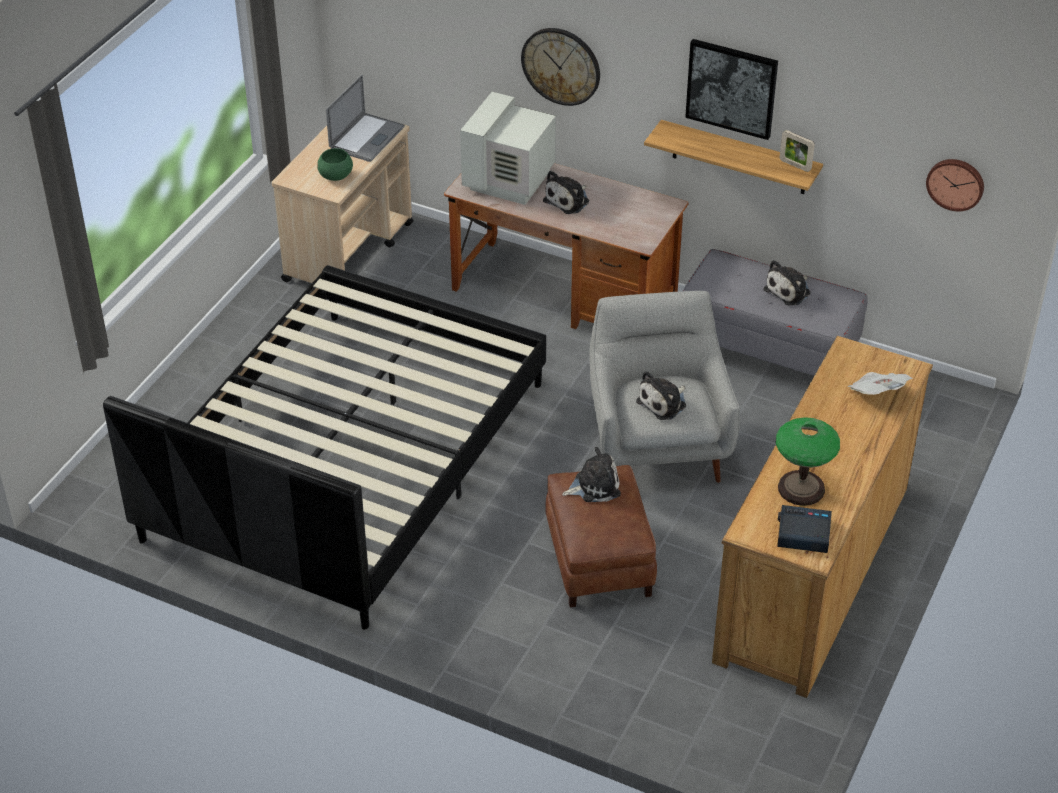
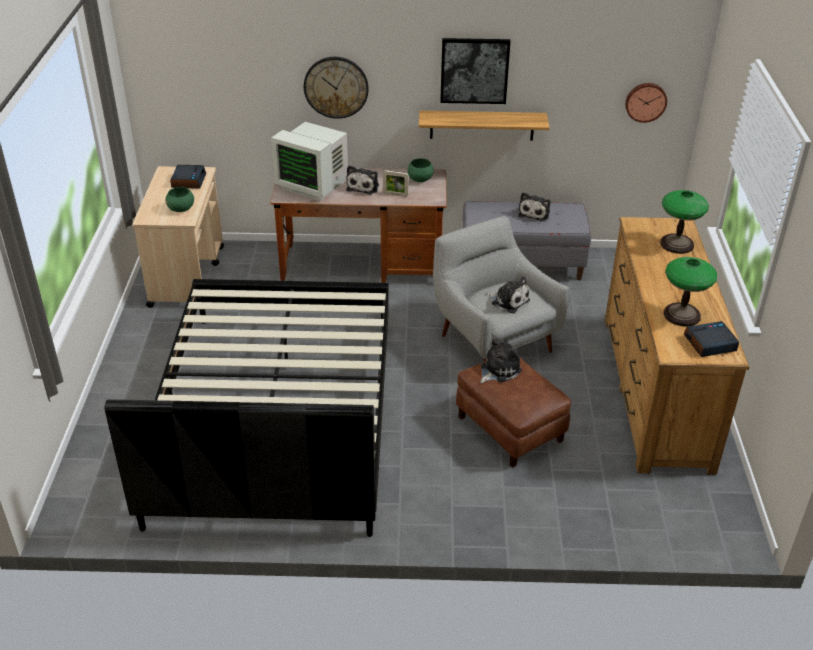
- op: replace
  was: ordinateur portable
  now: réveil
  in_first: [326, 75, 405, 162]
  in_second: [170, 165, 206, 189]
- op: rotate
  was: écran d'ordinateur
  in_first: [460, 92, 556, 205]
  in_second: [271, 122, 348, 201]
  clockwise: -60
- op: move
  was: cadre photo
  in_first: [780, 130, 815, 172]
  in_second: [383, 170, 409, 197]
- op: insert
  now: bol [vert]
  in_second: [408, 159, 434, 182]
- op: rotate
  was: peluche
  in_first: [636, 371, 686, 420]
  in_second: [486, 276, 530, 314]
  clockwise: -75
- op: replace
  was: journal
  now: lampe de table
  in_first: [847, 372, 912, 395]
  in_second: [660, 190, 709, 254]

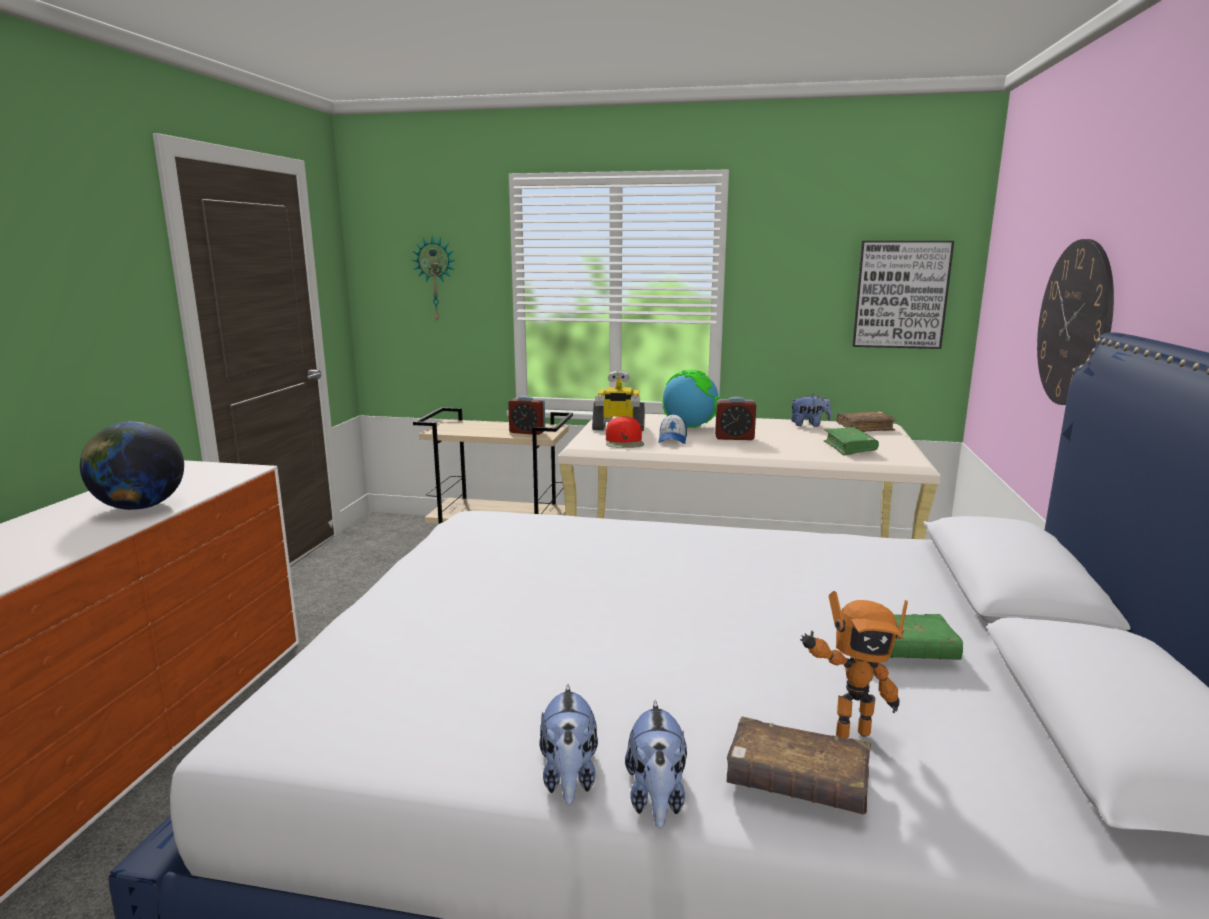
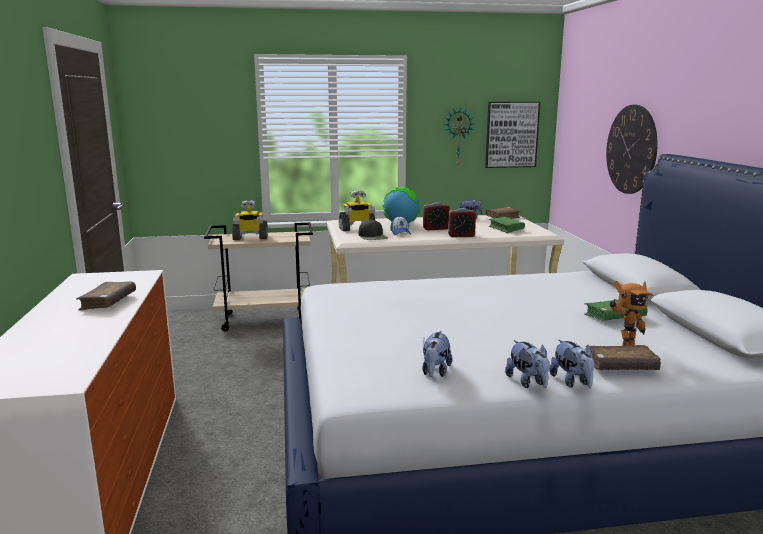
- op: replace
  was: globe
  now: livre [marron]
  in_first: [80, 422, 184, 510]
  in_second: [76, 281, 136, 310]
- op: insert
  now: robot jouet
  in_second: [232, 200, 268, 240]
- op: recolor
  was: casquette [rouge]
  now: casquette [noir]
  in_first: [606, 416, 644, 448]
  in_second: [359, 219, 388, 240]
- op: insert
  now: peluche
  in_second: [422, 331, 453, 377]
- op: move
  was: horloge murale
  in_first: [412, 236, 456, 323]
  in_second: [444, 108, 474, 165]
- op: move
  was: réveil
  in_first: [508, 396, 545, 435]
  in_second: [448, 208, 476, 237]

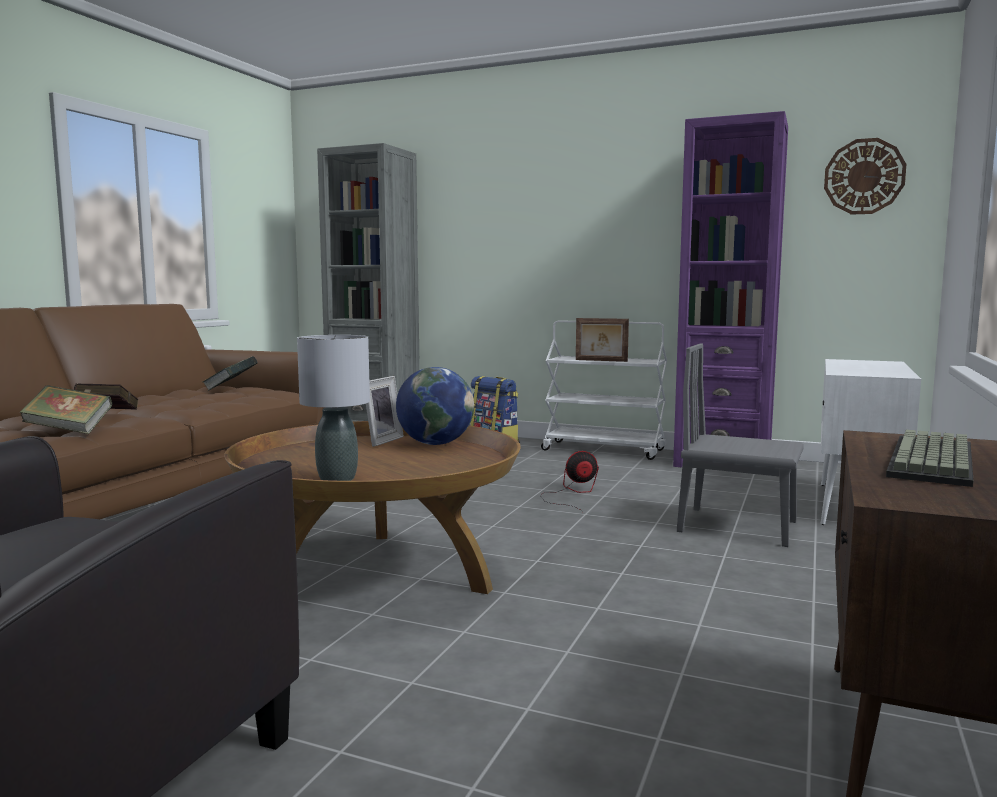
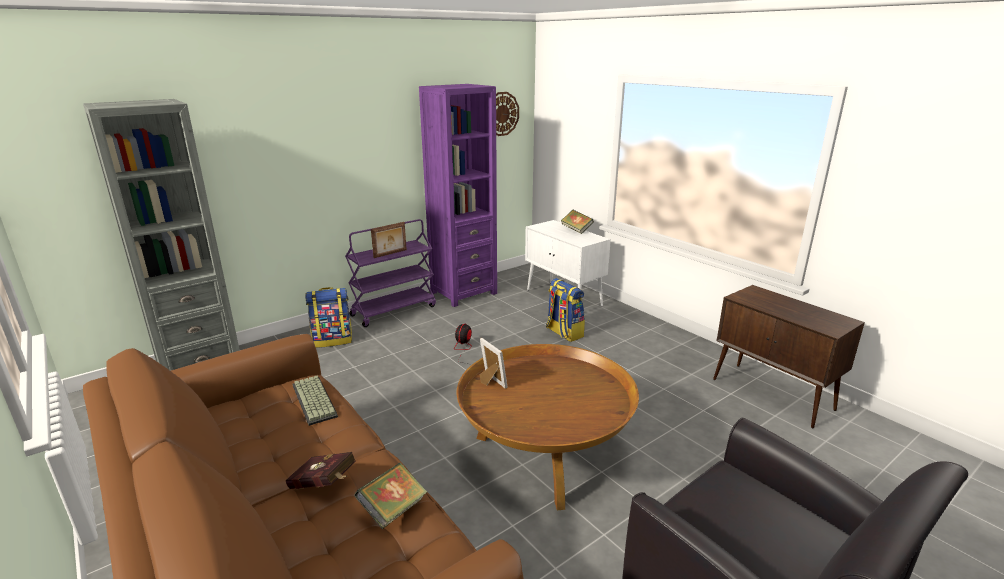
- op: move
  was: clavier
  in_first: [886, 430, 974, 487]
  in_second: [292, 375, 338, 426]
- op: recolor
  was: chariot [blanc]
  now: chariot [violet]
  in_first: [541, 320, 667, 460]
  in_second: [345, 219, 436, 327]
- op: replace
  was: chaise [gris]
  now: sac à dos
  in_first: [677, 343, 804, 547]
  in_second: [546, 278, 585, 342]
- op: move
  was: livre
  in_first: [202, 356, 258, 391]
  in_second: [561, 210, 594, 234]
- op: delete
  was: lampe de table [gris]
  in_first: [297, 335, 370, 481]
- op: delete
  was: globe
  in_first: [396, 367, 474, 445]

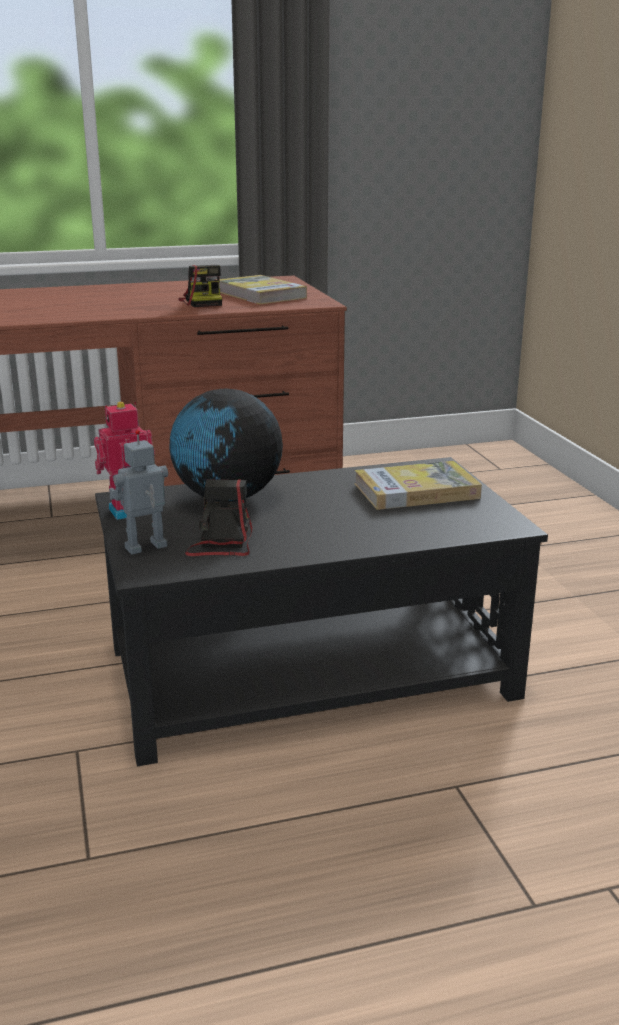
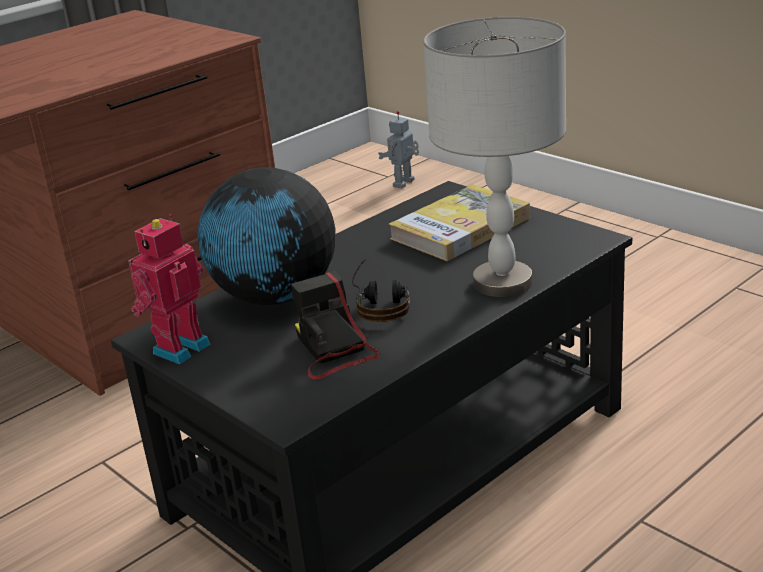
- op: insert
  now: casque audio
  in_second: [352, 259, 410, 322]
- op: move
  was: robot jouet
  in_first: [109, 430, 168, 555]
  in_second: [378, 111, 419, 189]
- op: insert
  now: lampe de table [gris]
  in_second: [423, 17, 566, 297]
- op: delete
  was: appareil photo
  in_first: [178, 265, 222, 307]
- op: delete
  was: livre
  in_first: [219, 275, 307, 304]

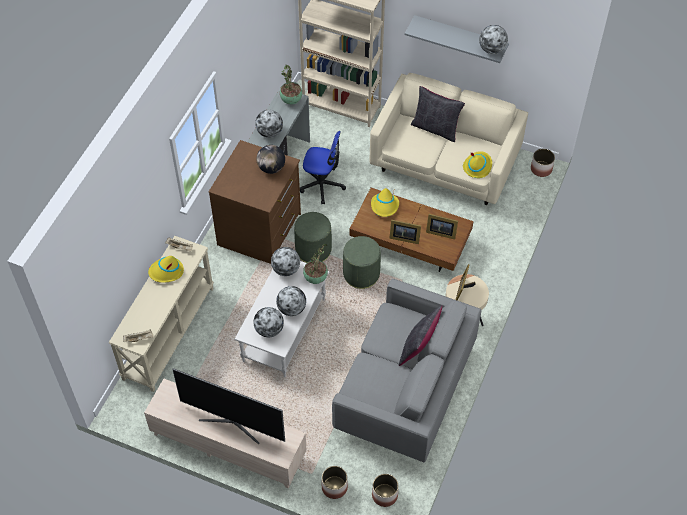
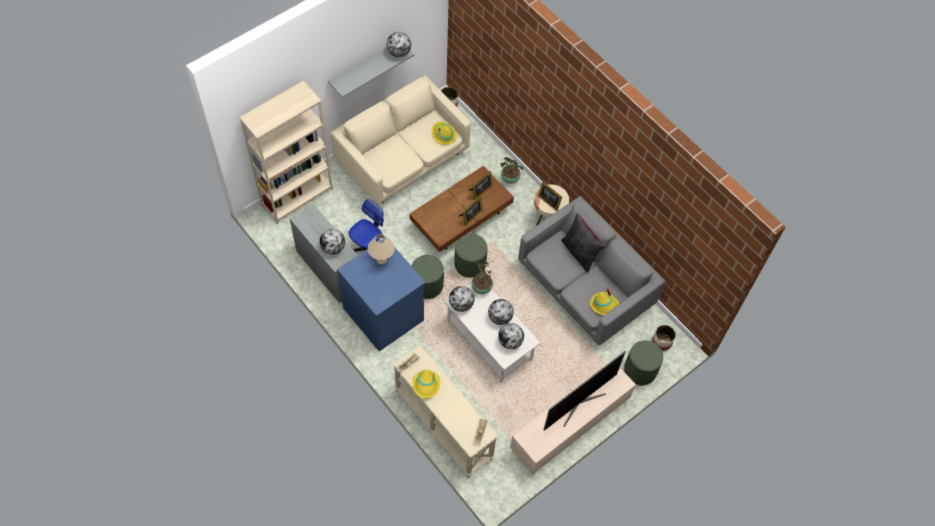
- op: recolor
  was: commode [marron]
  now: commode [bleu]
  in_first: [209, 140, 301, 264]
  in_second: [337, 238, 426, 351]
- op: replace
  was: globe
  now: lampe de table [beige]
  in_first: [256, 145, 285, 174]
  in_second: [368, 234, 395, 265]
- op: move
  was: plante en pot
  in_first: [280, 65, 302, 104]
  in_second: [500, 157, 523, 184]
- op: move
  was: chapeau [jaune]
  in_first: [371, 188, 399, 217]
  in_second: [590, 288, 619, 315]
- op: replace
  was: cache-pot
  now: pouf [vert]
  in_first: [322, 466, 348, 499]
  in_second: [624, 341, 663, 386]
- op: delete
  was: coussin [noir]
  in_first: [411, 86, 465, 142]

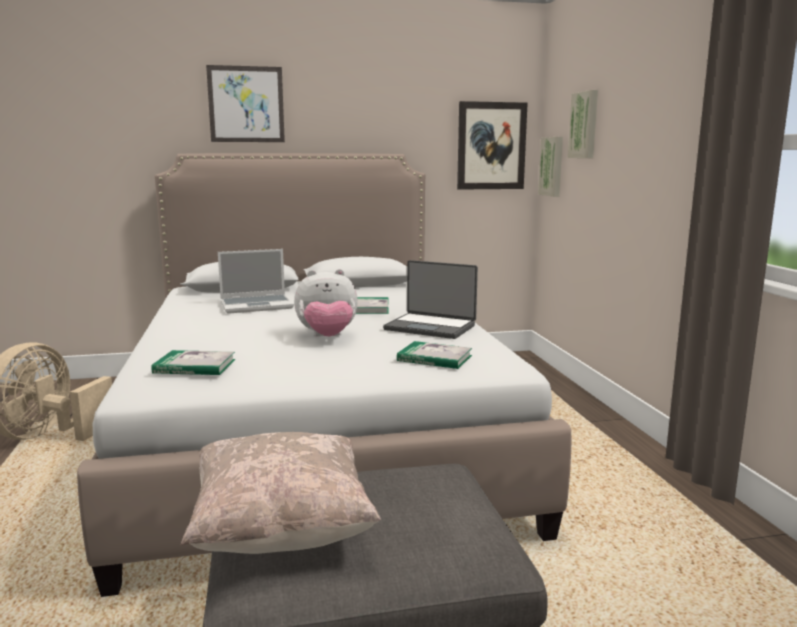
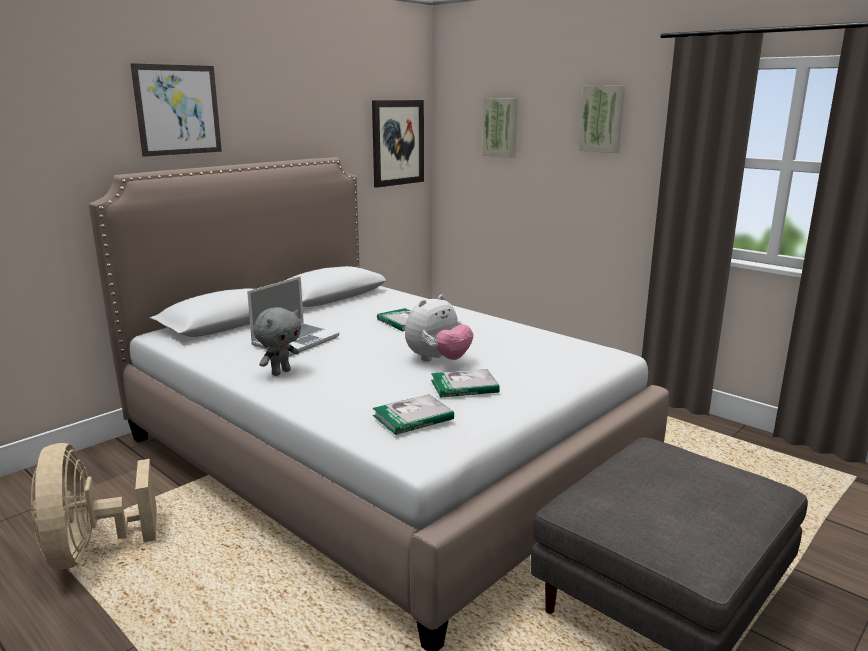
- op: insert
  now: peluche [gris]
  in_second: [253, 307, 301, 376]
- op: move
  was: livre
  in_first: [397, 341, 472, 369]
  in_second: [431, 369, 500, 398]
- op: move
  was: tableau
  in_first: [538, 137, 563, 197]
  in_second: [579, 86, 625, 153]
- op: delete
  was: coussin [beige]
  in_first: [181, 432, 381, 554]
- op: delete
  was: ordinateur portable
  in_first: [383, 260, 478, 339]

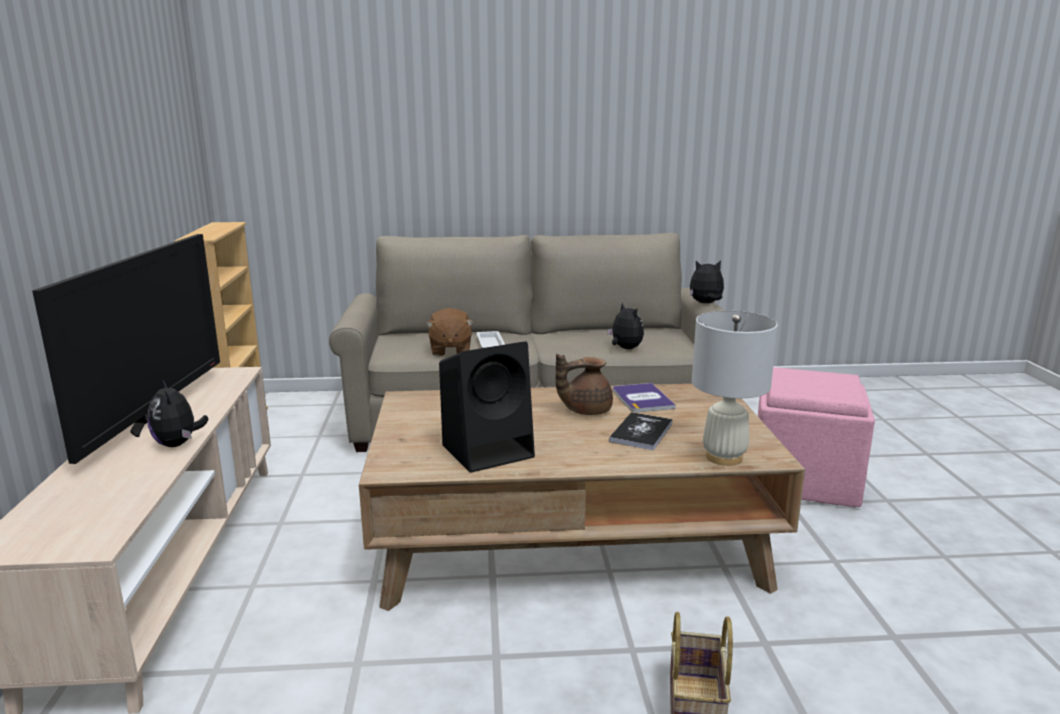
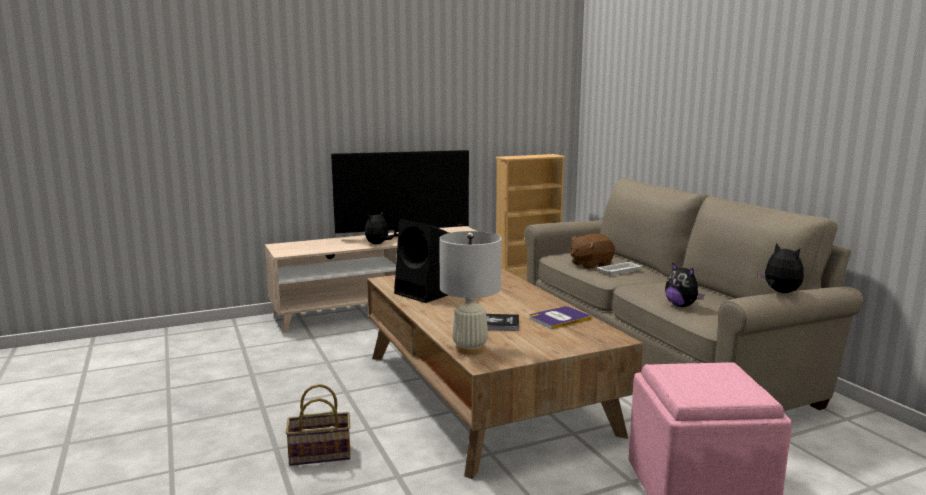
- op: rotate
  was: peluche
  in_first: [608, 302, 644, 349]
  in_second: [665, 263, 704, 307]
  clockwise: 105
- op: delete
  was: théière [marron]
  in_first: [556, 354, 613, 415]

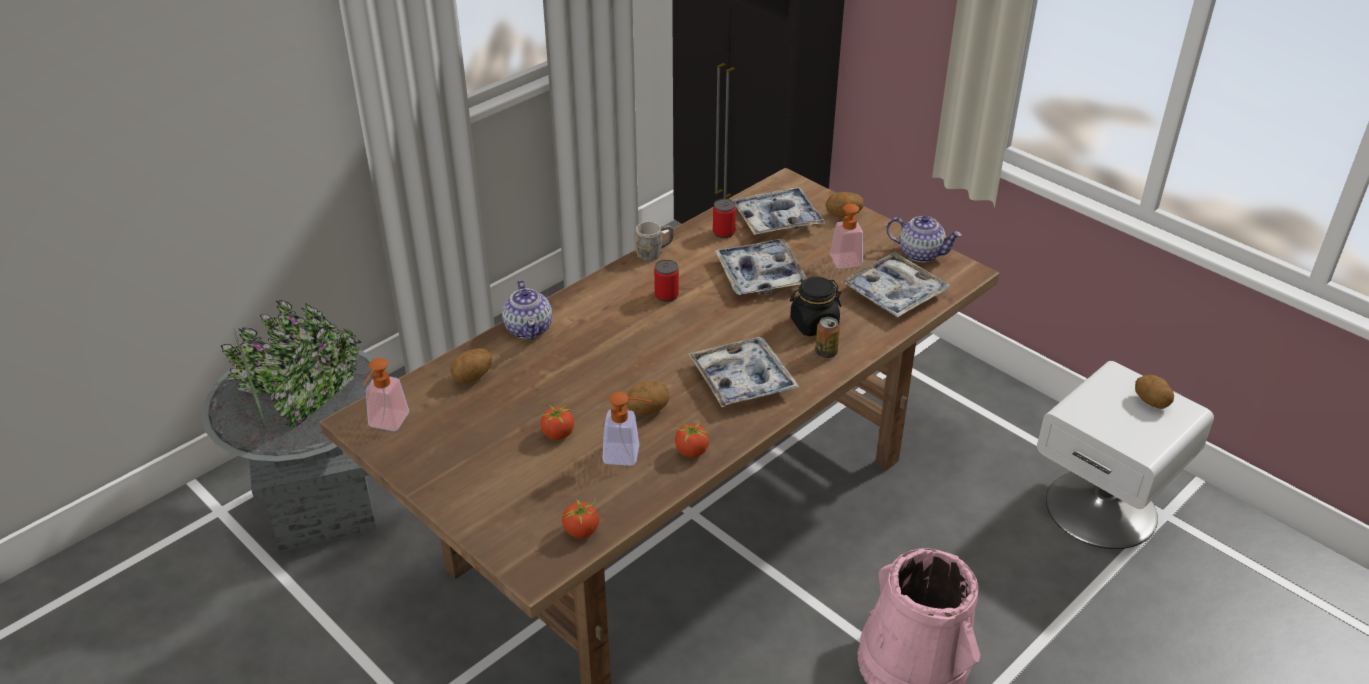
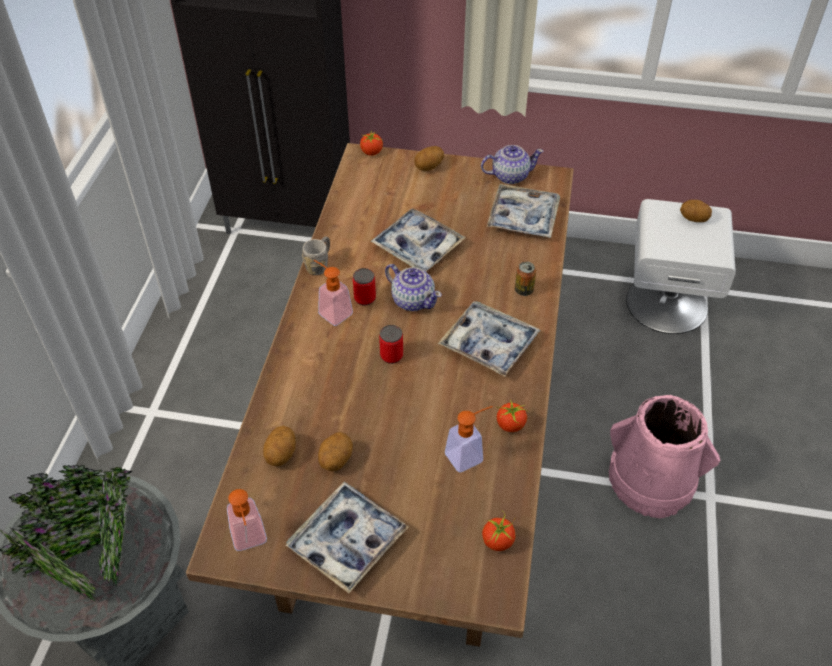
- op: move
  was: plateau
  in_first: [733, 187, 825, 235]
  in_second: [286, 482, 408, 593]
- op: move
  was: distributeur de savon
  in_first: [830, 195, 863, 269]
  in_second: [314, 260, 353, 326]
- op: move
  was: pomme de terre
  in_first: [626, 381, 670, 416]
  in_second: [318, 432, 353, 471]
- op: move
  was: tomate
  in_first: [538, 404, 574, 440]
  in_second: [360, 130, 383, 156]
- op: move
  was: boîte métallique
  in_first: [713, 199, 736, 238]
  in_second: [379, 325, 403, 364]
- op: move
  was: théière
  in_first: [502, 280, 552, 340]
  in_second: [385, 264, 442, 311]
- op: delete
  was: bocal [noir]
  in_first: [790, 277, 841, 336]

